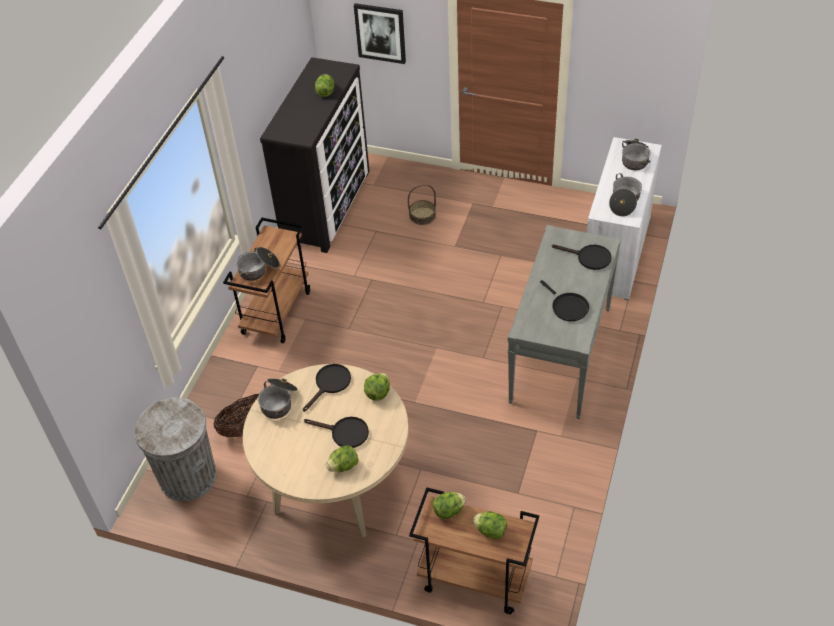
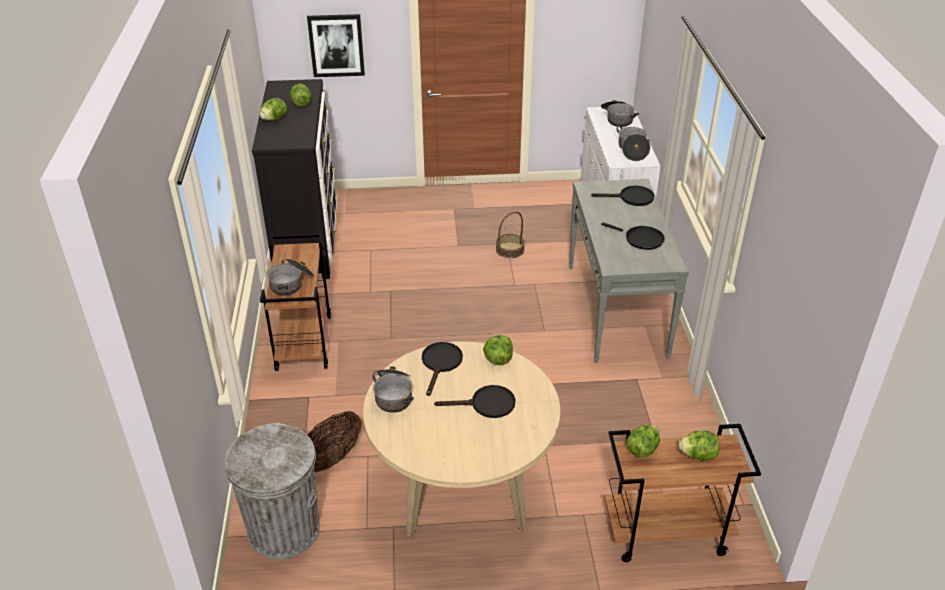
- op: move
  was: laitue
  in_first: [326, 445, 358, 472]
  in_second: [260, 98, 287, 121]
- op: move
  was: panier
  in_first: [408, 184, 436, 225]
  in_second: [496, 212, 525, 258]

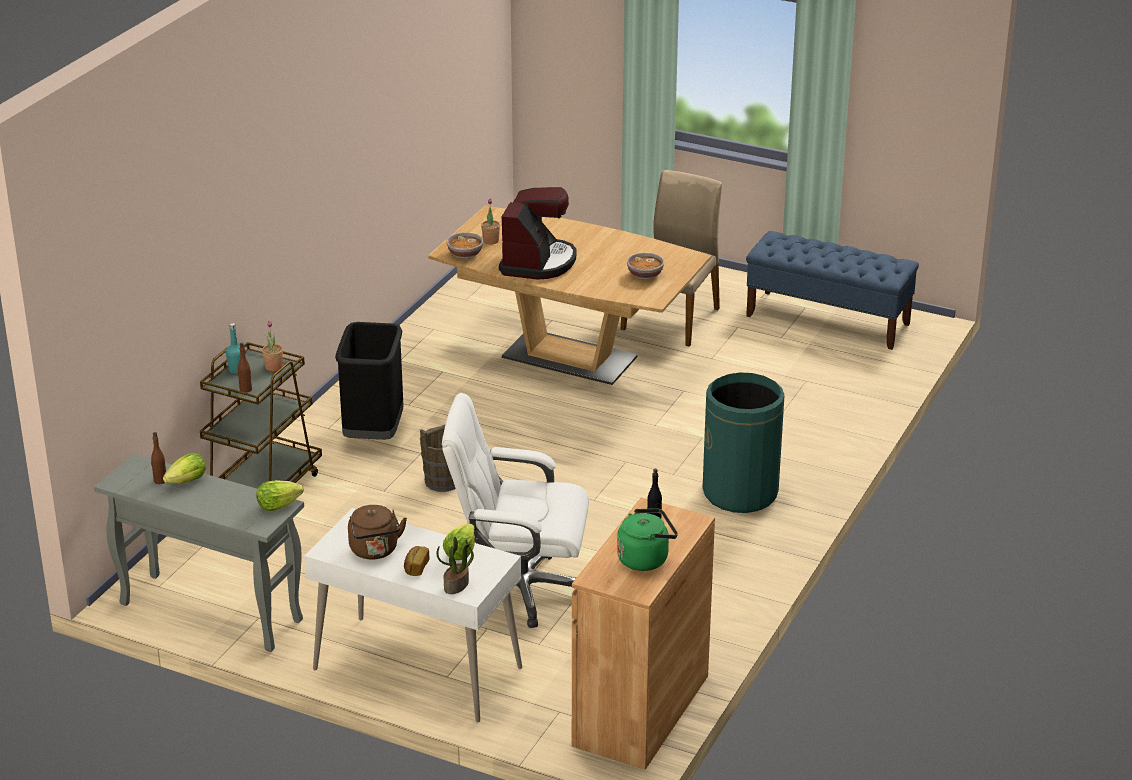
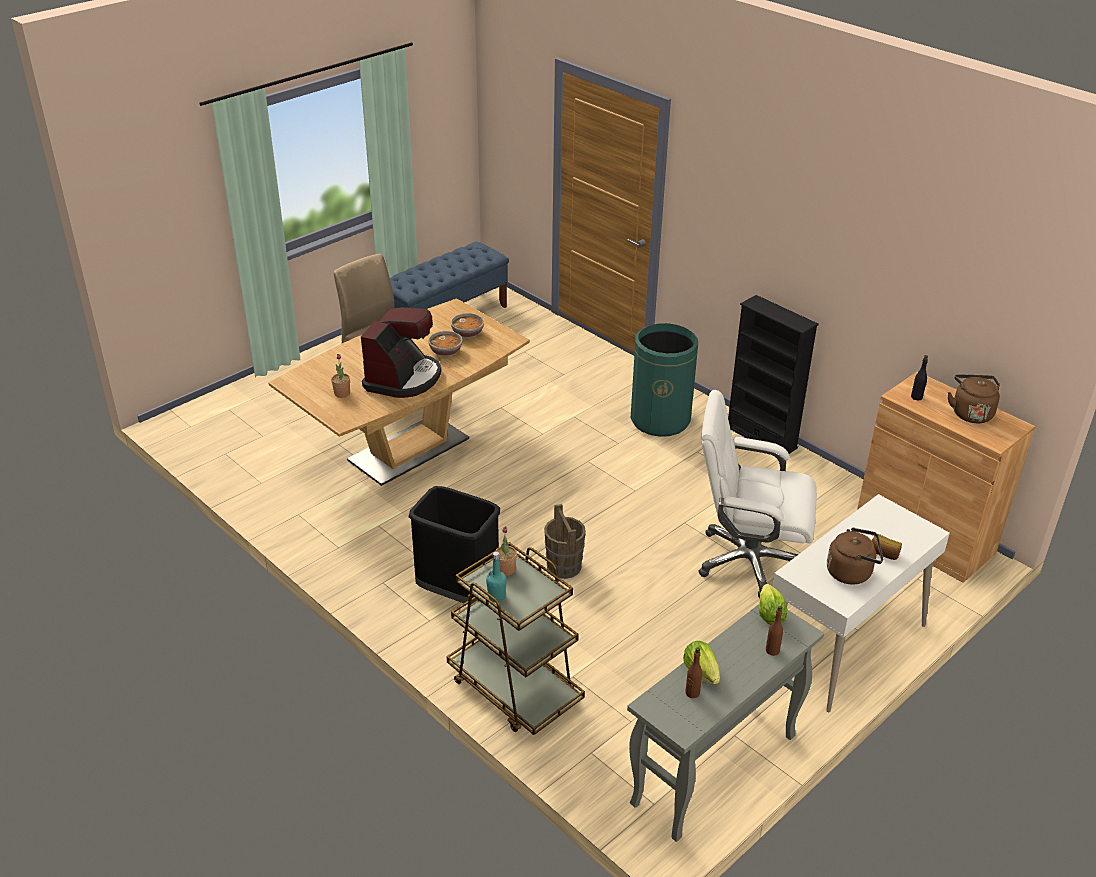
- op: rotate
  was: machine à café
  in_first: [499, 187, 576, 280]
  in_second: [361, 307, 441, 398]
  clockwise: 75
- op: move
  was: bol
  in_first: [447, 232, 483, 259]
  in_second: [428, 331, 463, 357]
- op: rotate
  was: chaise de bureau [blanc]
  in_first: [442, 393, 589, 628]
  in_second: [698, 390, 817, 599]
  clockwise: 75
- op: insert
  now: bibliothèque [noir]
  in_second: [728, 295, 819, 454]
- op: move
  was: bouteille [marron]
  in_first: [238, 343, 252, 393]
  in_second: [766, 606, 783, 656]
- op: recolor
  was: bouilloire [vert]
  now: bouilloire [marron]
  in_first: [617, 509, 678, 571]
  in_second: [948, 374, 1000, 423]
- op: delete
  was: plante en pot
  in_first: [436, 537, 474, 594]
- op: delete
  was: laitue
  in_first: [443, 524, 475, 560]

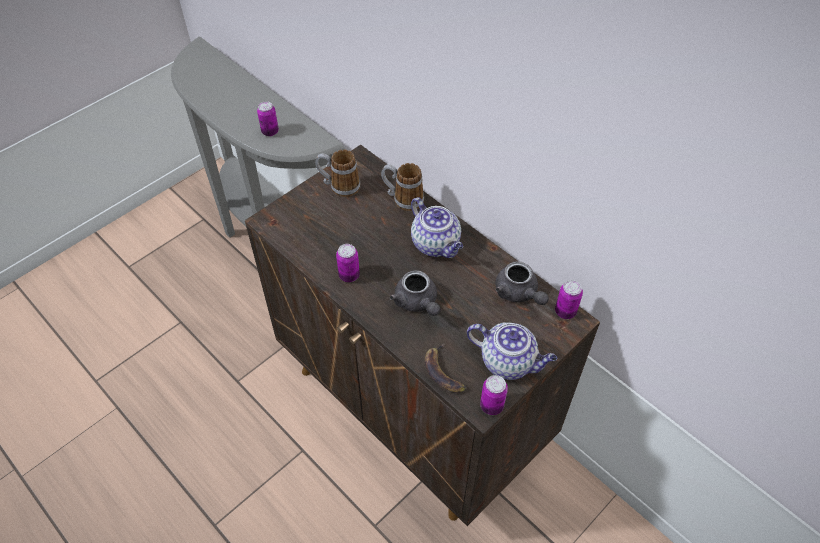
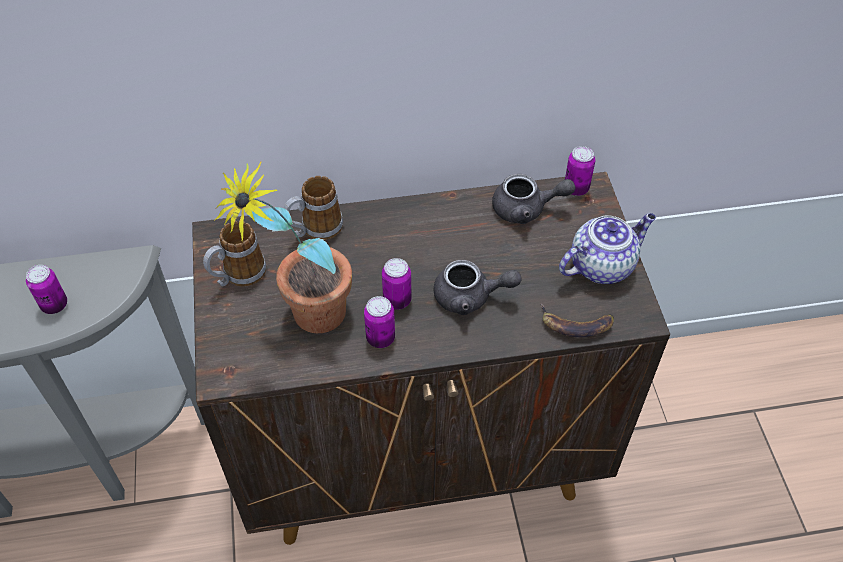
- op: insert
  now: plante en pot
  in_second: [215, 162, 352, 333]
- op: move
  was: boîte métallique
  in_first: [480, 375, 508, 415]
  in_second: [382, 258, 411, 310]
- op: delete
  was: théière
  in_first: [411, 197, 463, 258]

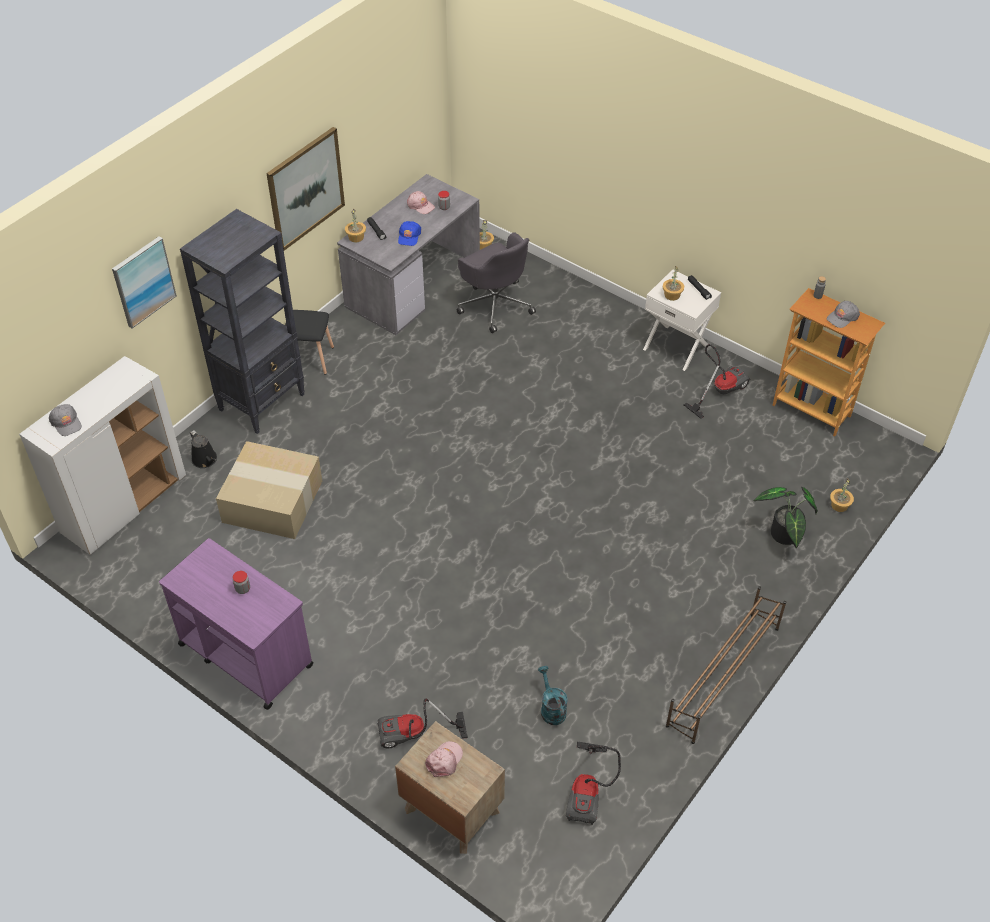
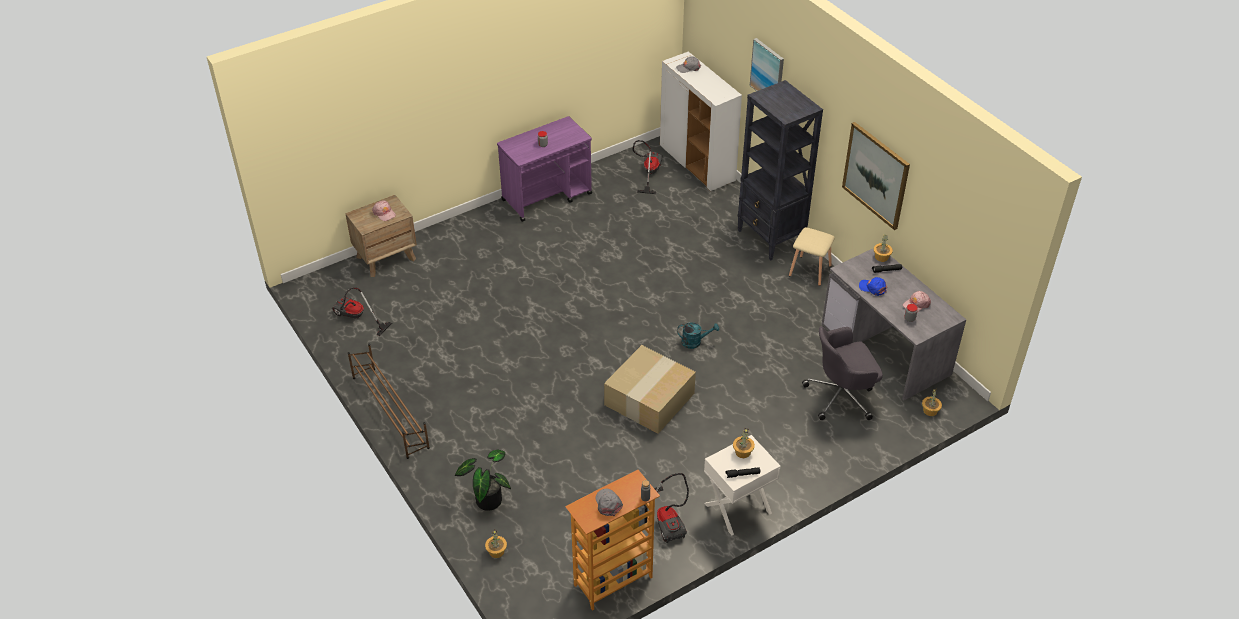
- op: move
  was: carton
  in_first: [216, 441, 322, 539]
  in_second: [604, 345, 696, 434]
- op: move
  was: aspirateur
  in_first: [378, 698, 468, 749]
  in_second: [632, 140, 663, 194]
- op: move
  was: arrosoir [turquoise]
  in_first: [538, 666, 567, 725]
  in_second: [677, 322, 719, 349]
- op: recolor
  was: tabouret [noir]
  now: tabouret [beige]
  in_first: [285, 310, 334, 375]
  in_second: [789, 227, 835, 286]
- op: delete
  was: arrosoir [noir]
  in_first: [190, 430, 217, 468]

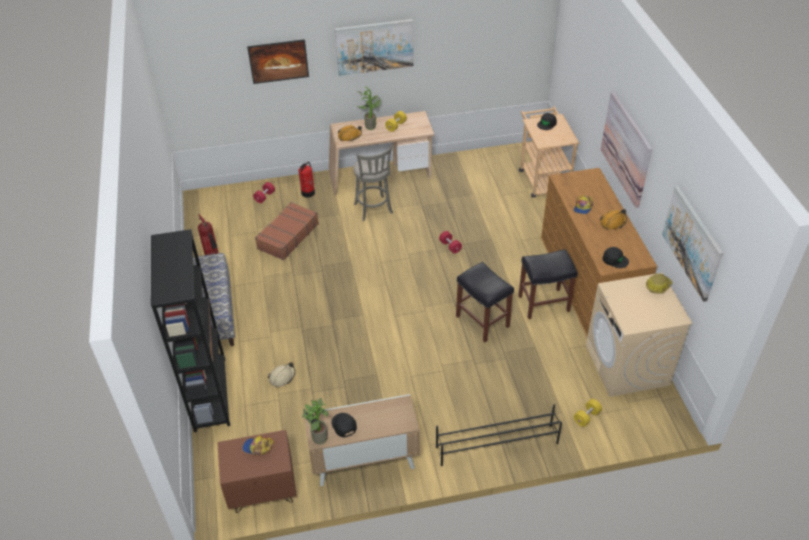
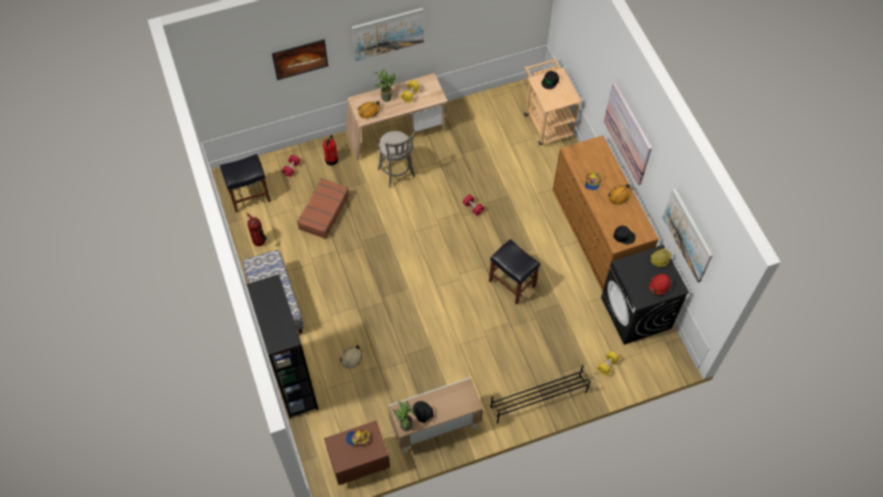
- op: move
  was: tabouret [noir]
  in_first: [518, 249, 577, 319]
  in_second: [220, 154, 271, 212]
- op: recolor
  was: lave-linge [beige]
  now: lave-linge [noir]
  in_first: [586, 273, 693, 397]
  in_second: [601, 245, 689, 345]
- op: insert
  now: casque de chantier [rouge]
  in_second: [649, 274, 672, 296]

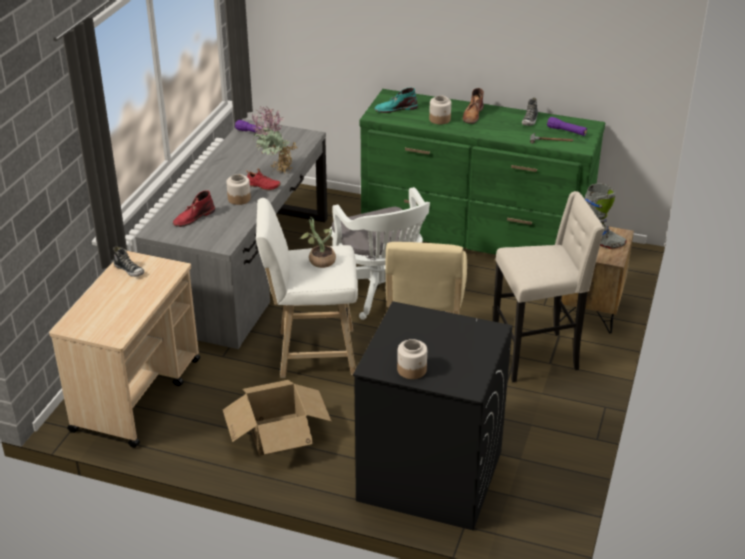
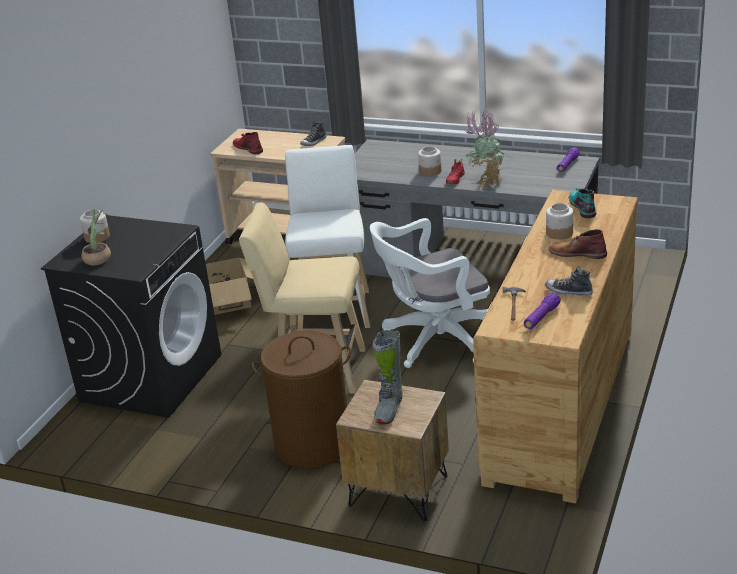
- op: move
  was: plante en pot
  in_first: [300, 217, 336, 268]
  in_second: [81, 208, 111, 265]
- op: move
  was: botte [rouge]
  in_first: [173, 190, 215, 227]
  in_second: [233, 132, 263, 154]
- op: replace
  was: tabouret [beige]
  now: panier à linge [marron]
  in_first: [493, 191, 604, 382]
  in_second: [251, 330, 351, 469]
- op: recolor
  was: commode [vert]
  now: commode [marron]
  in_first: [360, 89, 605, 255]
  in_second: [473, 190, 638, 503]

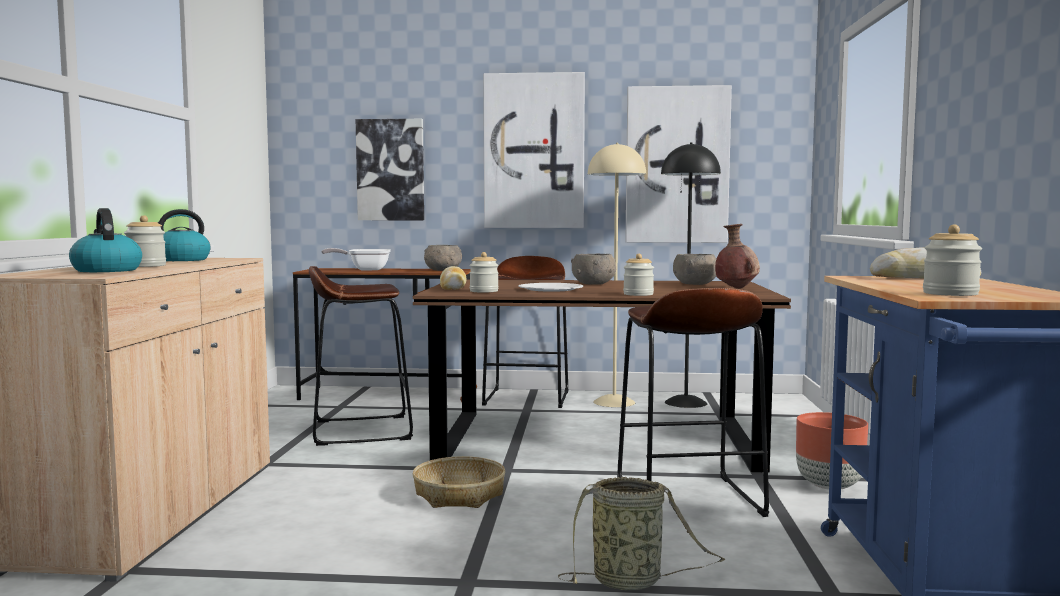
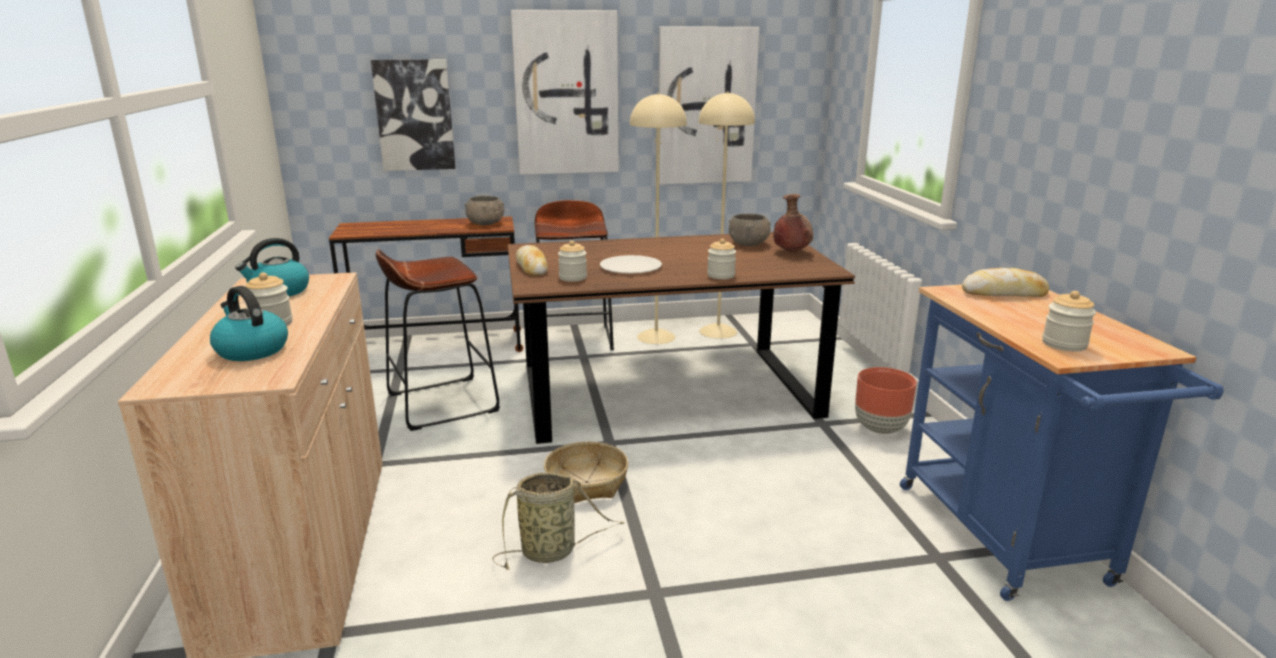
- op: move
  was: panier
  in_first: [558, 476, 726, 590]
  in_second: [493, 472, 624, 570]
- op: recolor
  was: lampadaire [noir]
  now: lampadaire [beige]
  in_first: [661, 142, 721, 408]
  in_second: [698, 91, 755, 339]
- op: delete
  was: poêle
  in_first: [321, 248, 391, 270]
- op: delete
  was: bol [gris]
  in_first: [571, 254, 616, 285]
- op: delete
  was: tabouret [marron]
  in_first: [617, 288, 769, 517]

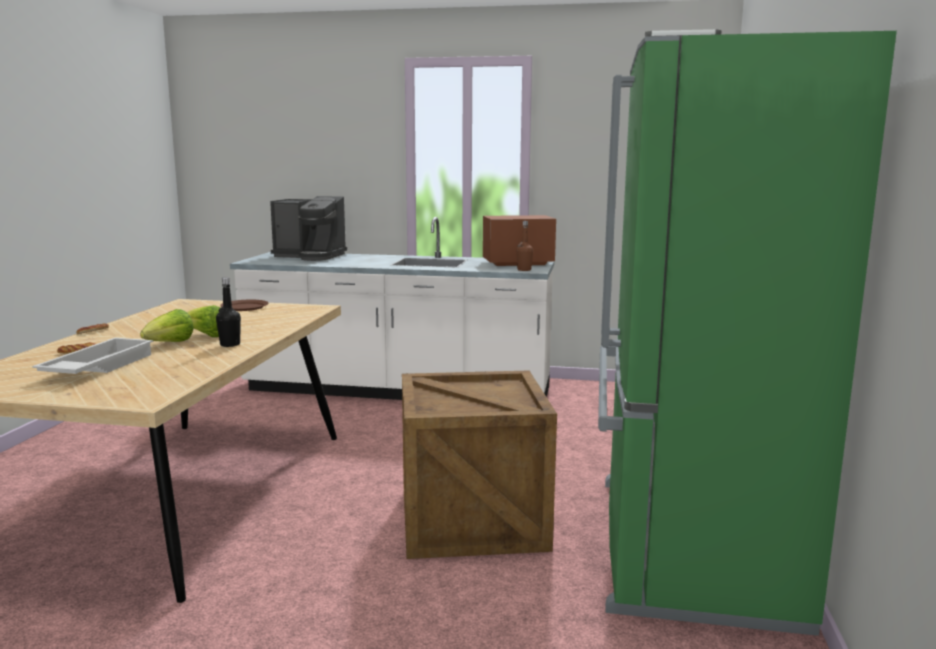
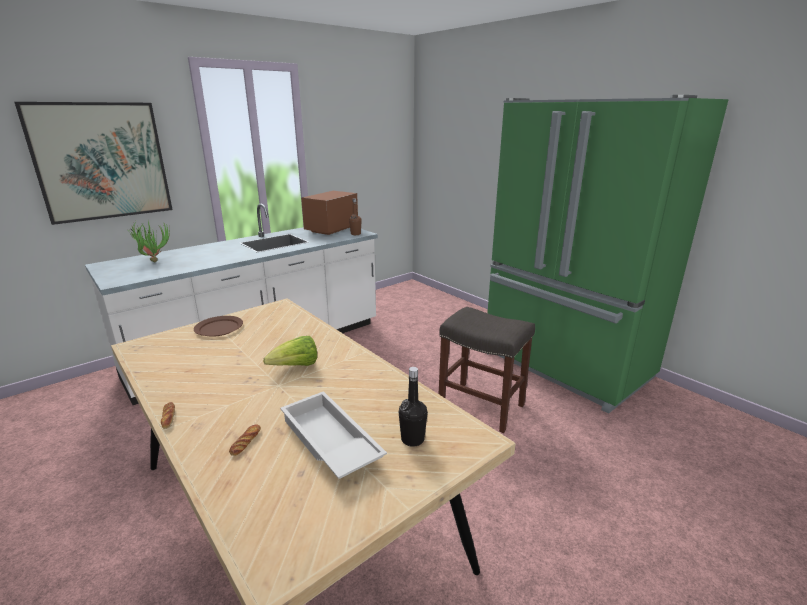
- op: insert
  now: tableau
  in_second: [14, 102, 172, 225]
- op: replace
  was: machine à café
  now: plante en pot
  in_first: [270, 196, 347, 261]
  in_second: [129, 219, 170, 262]
- op: move
  was: bouteille [noir]
  in_first: [216, 278, 241, 347]
  in_second: [399, 367, 428, 447]
- op: replace
  was: caisse
  now: tabouret [gris]
  in_first: [402, 371, 557, 559]
  in_second: [439, 307, 535, 433]
- op: delete
  was: laitue
  in_first: [140, 309, 194, 342]

